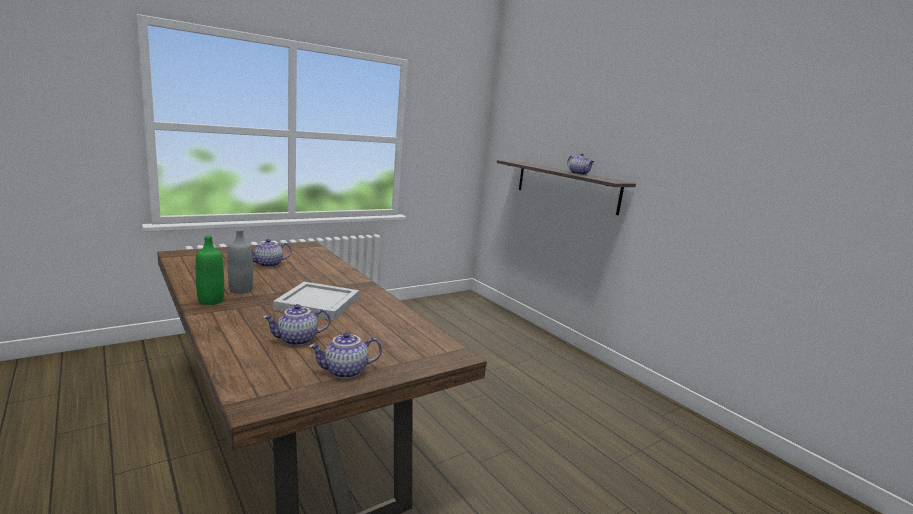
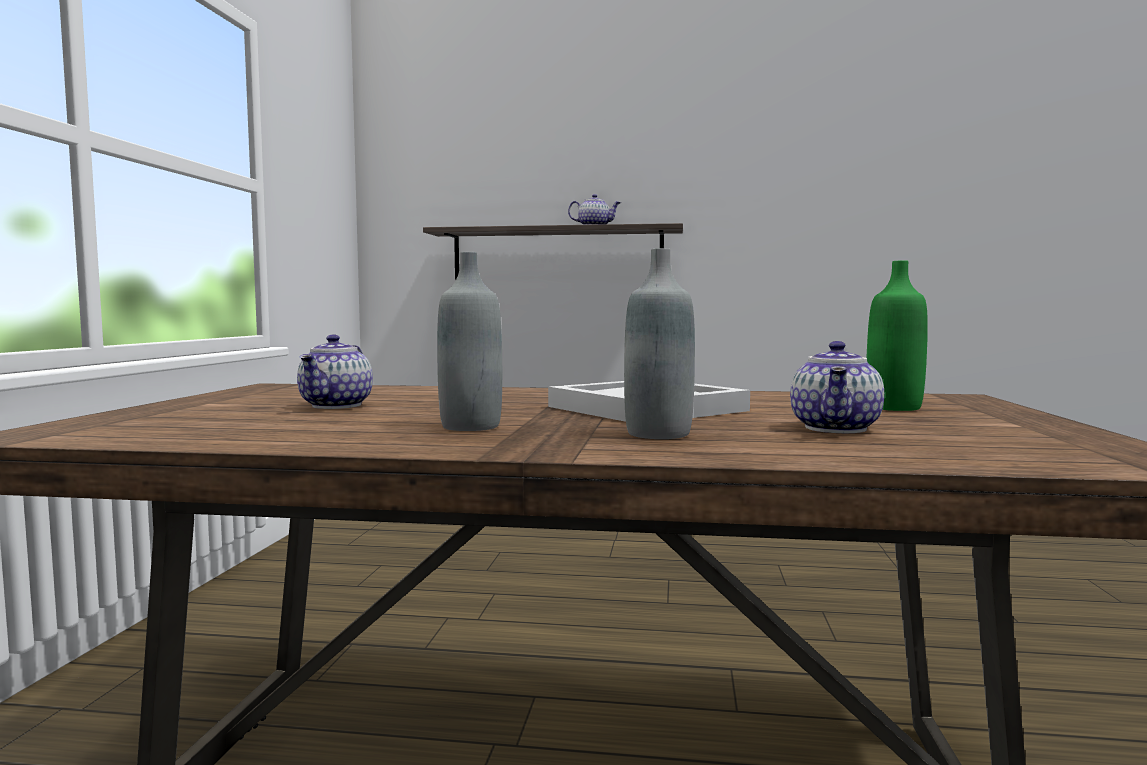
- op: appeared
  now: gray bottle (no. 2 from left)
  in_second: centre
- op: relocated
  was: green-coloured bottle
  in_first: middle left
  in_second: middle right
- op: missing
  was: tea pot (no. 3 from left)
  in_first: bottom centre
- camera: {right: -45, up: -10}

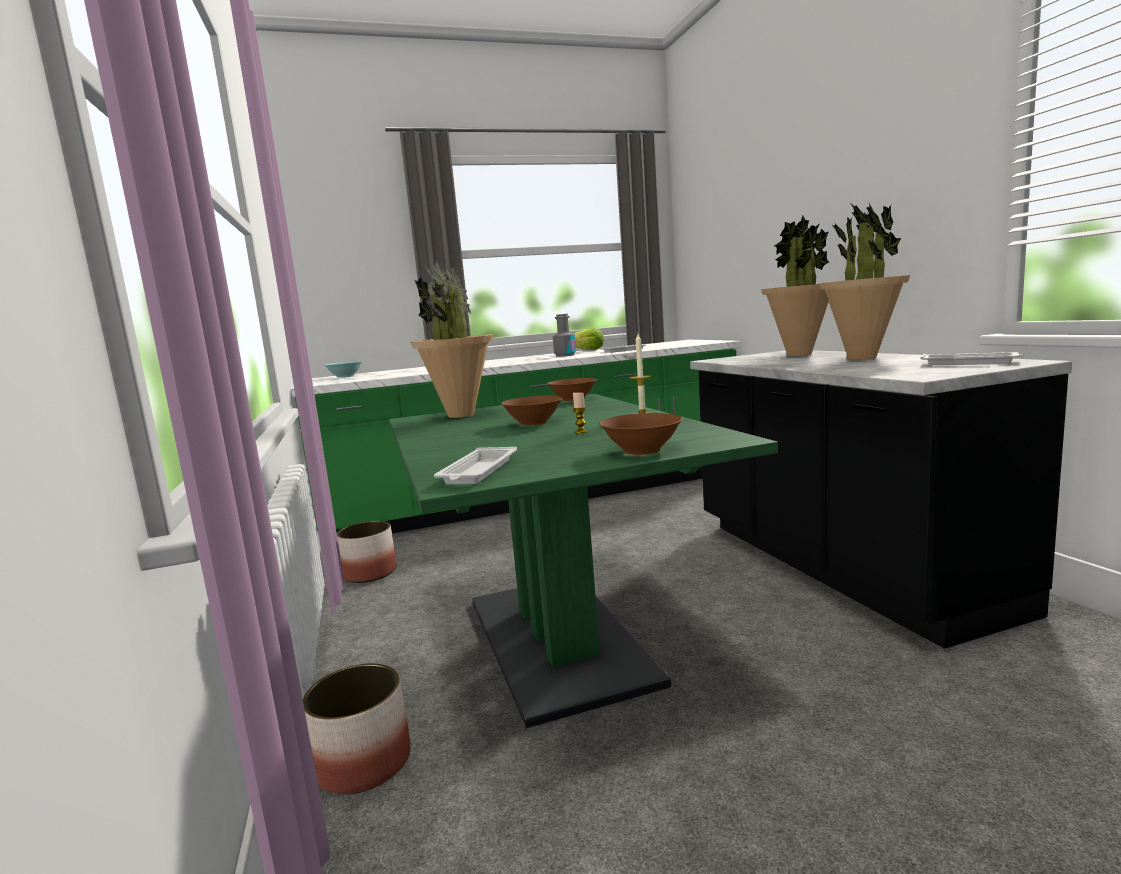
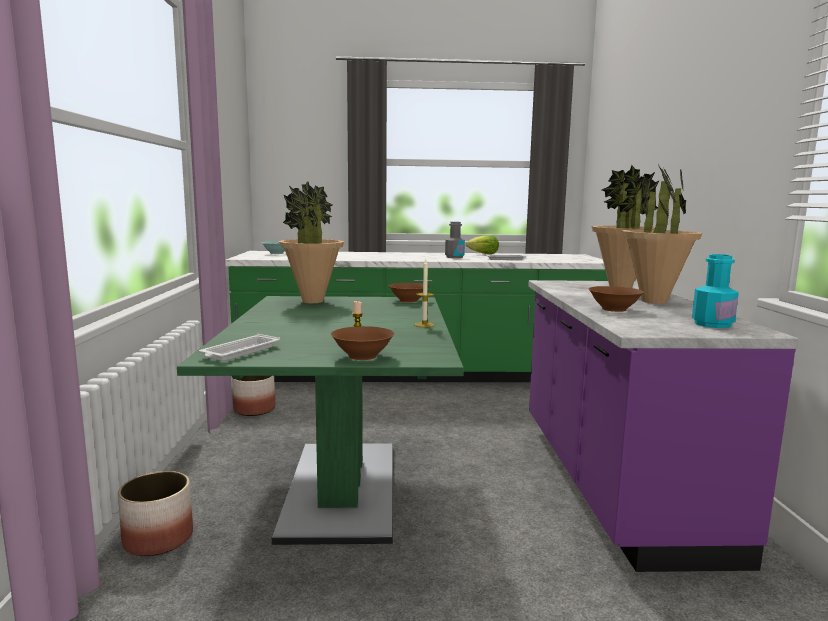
- op: colour
  was: black-coloured kitchen base unit
  now: purple-coloured kitchen base unit
  in_first: middle right
  in_second: bottom right
- op: relocated
  was: brown deep dish (no. 1 from left in the first image)
  now: brown deep dish (no. 3 from left)
  in_first: centre
  in_second: middle right
- op: exchanged
  was: whitish serving tray (no. 3 from left)
  now: turquoise bottle
  in_first: middle right
  in_second: middle right
- camera: {right: 15, up: 0}

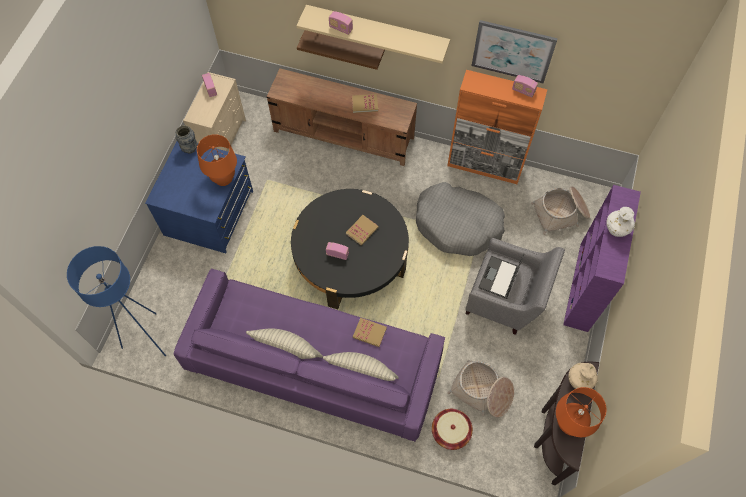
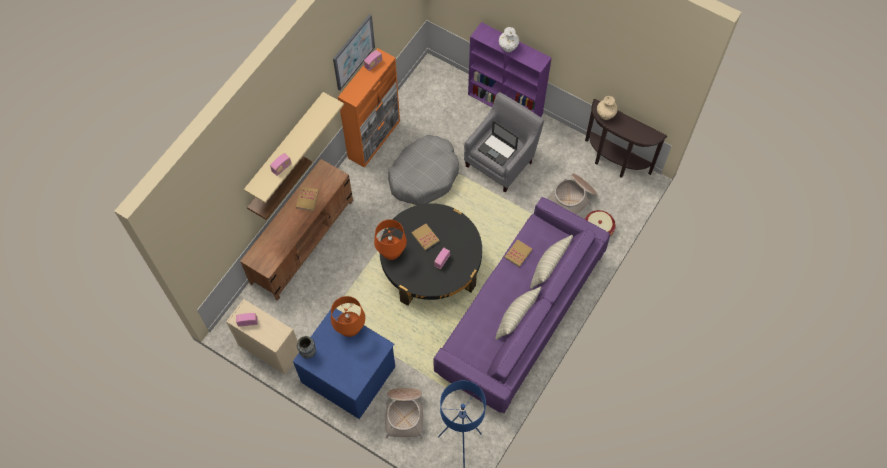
- op: relocated
  was: orange-coloured table lamp (no. 2 from left)
  in_first: bottom right
  in_second: centre
- op: relocated
  was: household basket (no. 3 from left in the first image)
  now: household basket (no. 1 from left)
  in_first: middle right
  in_second: bottom centre
- camera: {right: -75, up: 0}

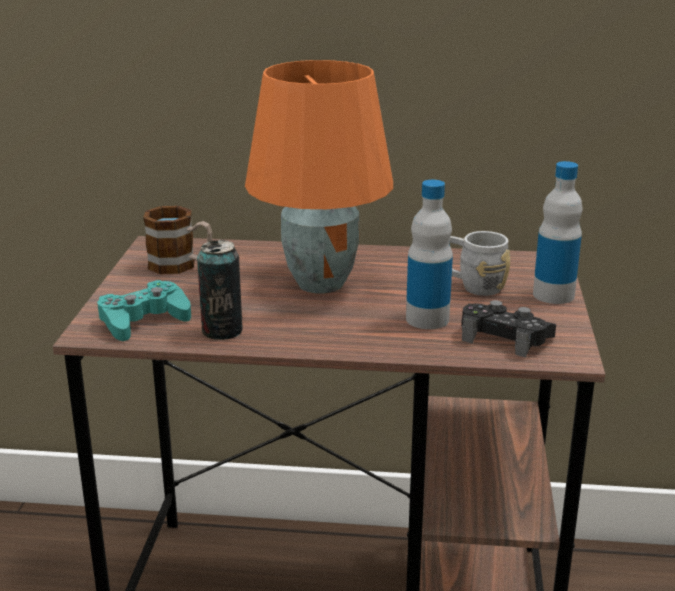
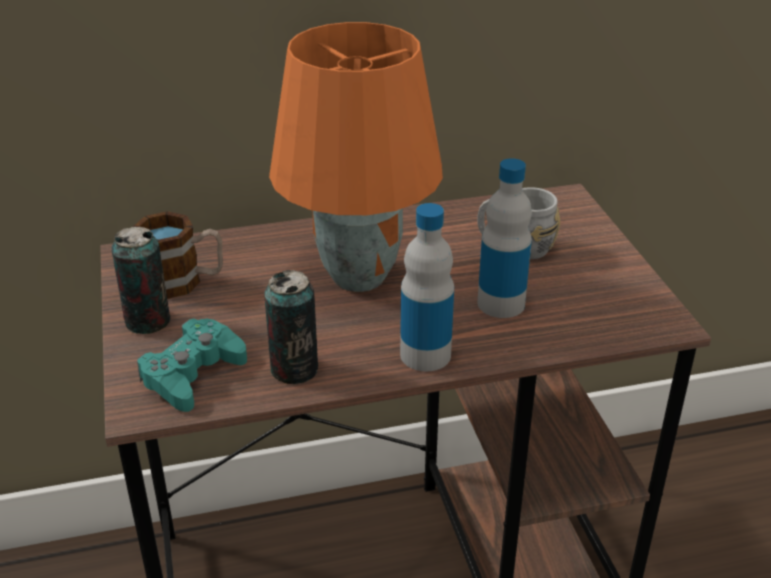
- op: appeared
  now: metal can (no. 1 from left)
  in_second: middle left
- op: relocated
  was: bottle (no. 2 from left in the first image)
  now: bottle (no. 1 from left)
  in_first: middle right
  in_second: centre
- op: missing
  was: black-coloured game controller
  in_first: middle right
- camera: {right: -20, up: 10}

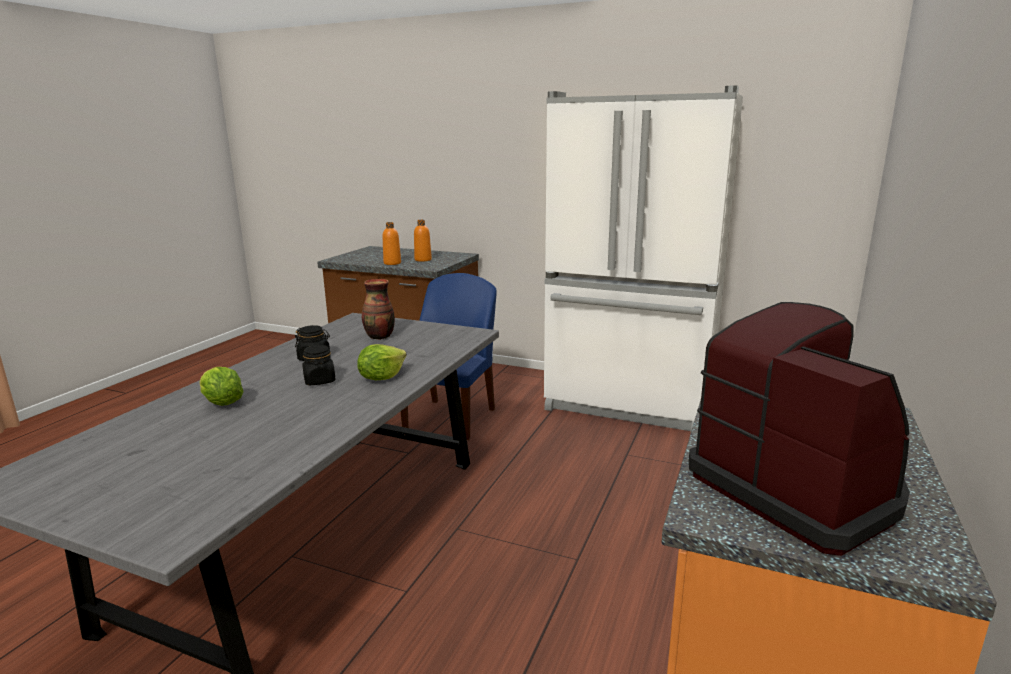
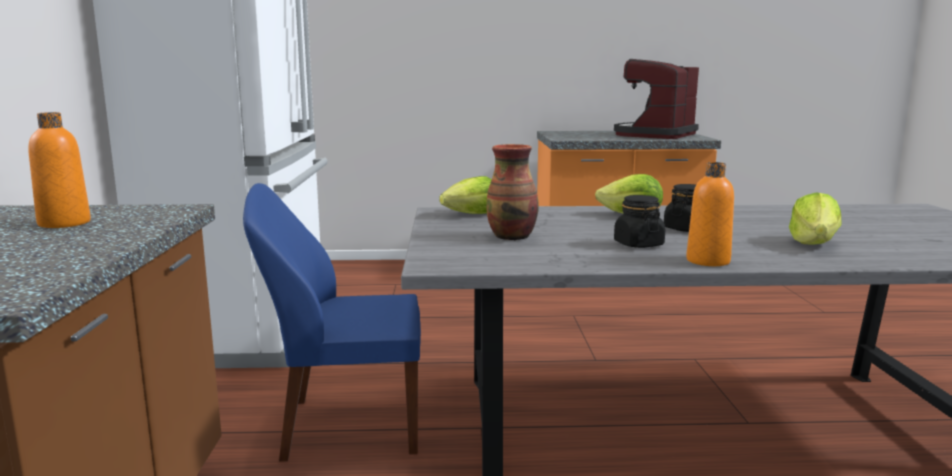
- op: appeared
  now: lettuce (no. 1 from left)
  in_second: centre
- op: relocated
  was: orange-coloured bottle (no. 1 from left in the first image)
  now: orange-coloured bottle (no. 2 from left)
  in_first: centre
  in_second: middle right
- camera: {right: -115, up: -5}

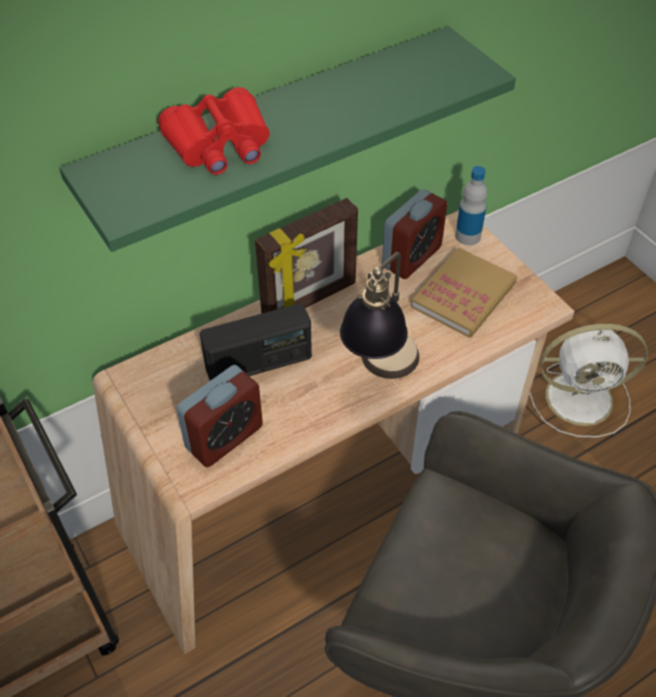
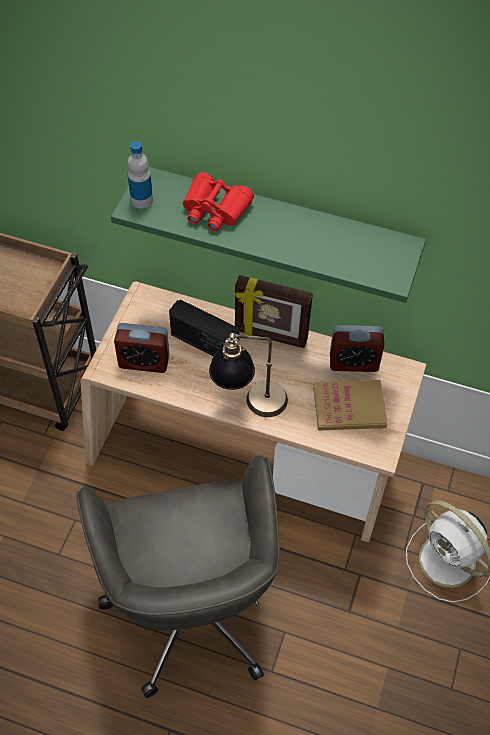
- op: relocated
  was: bottle
  in_first: top right
  in_second: top left
- camera: {right: 50, up: 5}

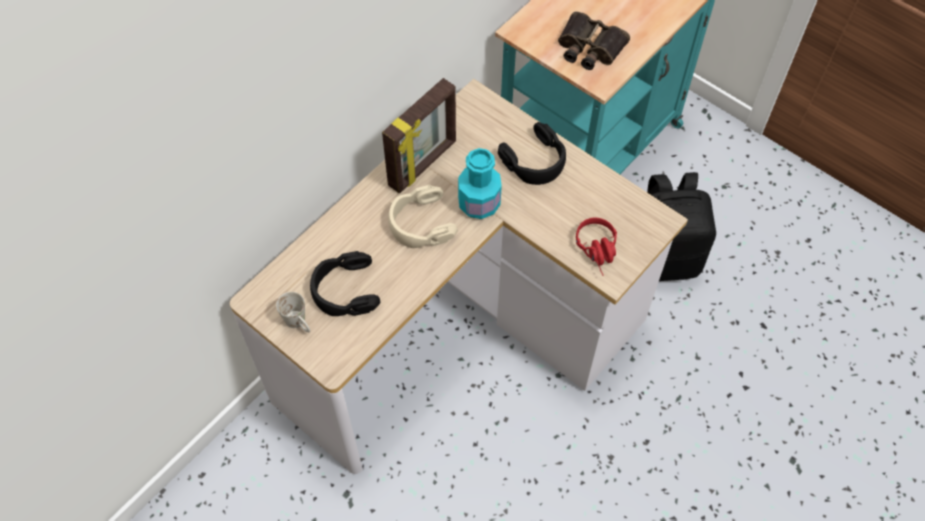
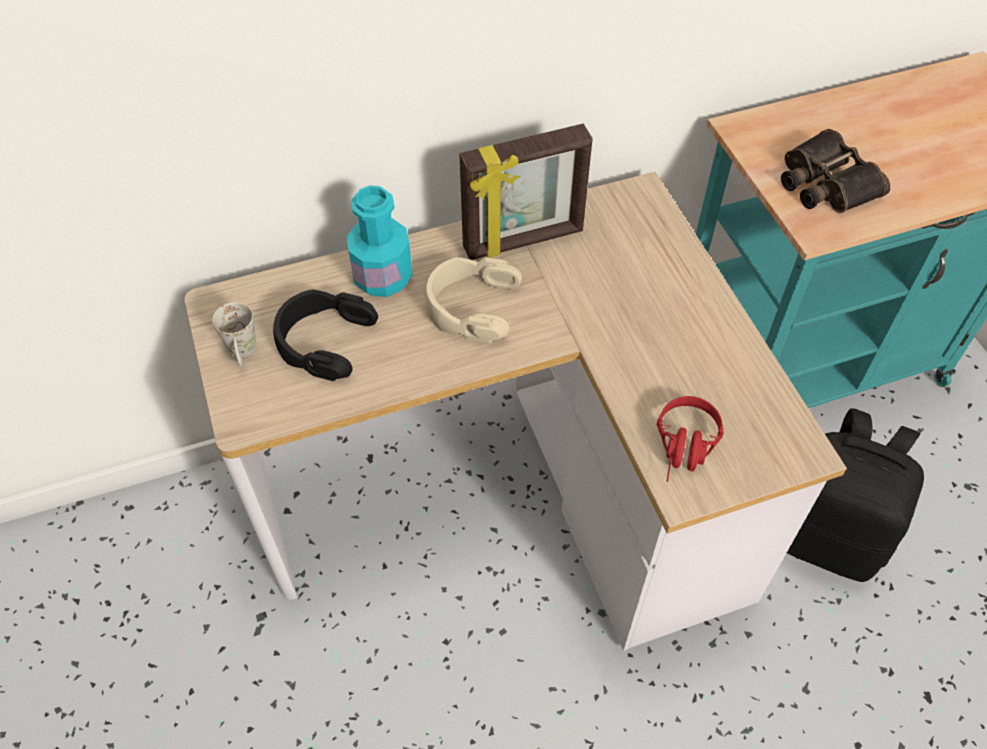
- op: relocated
  was: turquoise bottle
  in_first: centre
  in_second: top centre
- op: missing
  was: black-coloured pair of headphones (no. 2 from left)
  in_first: top centre
- camera: {right: 30, up: -5}

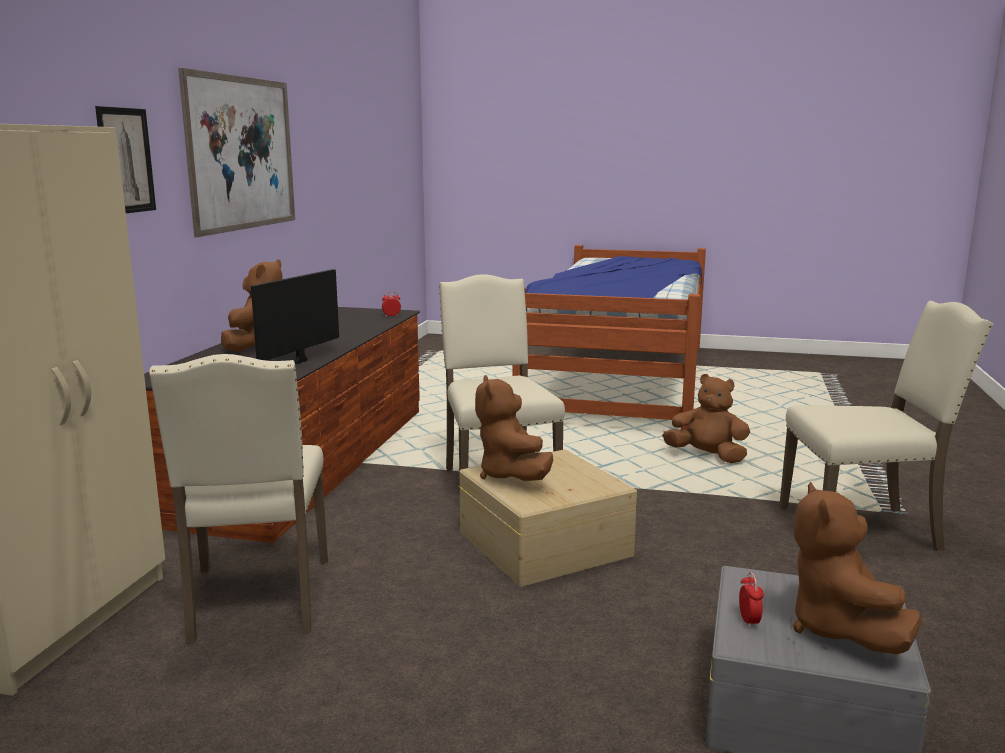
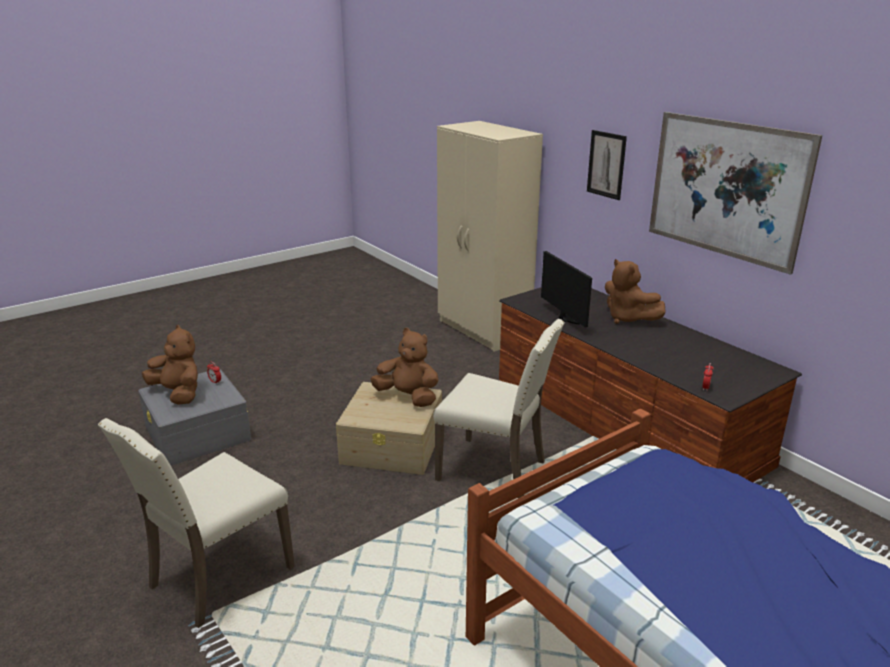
- op: missing
  was: sand-coloured chair (no. 1 from left)
  in_first: middle left
- op: missing
  was: brown cuddly toy (no. 3 from left)
  in_first: middle right
- camera: {right: 130, up: 10}

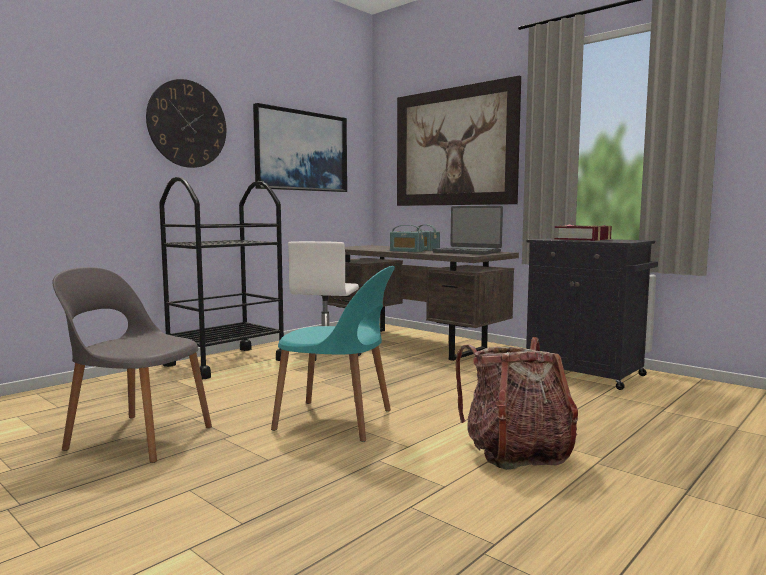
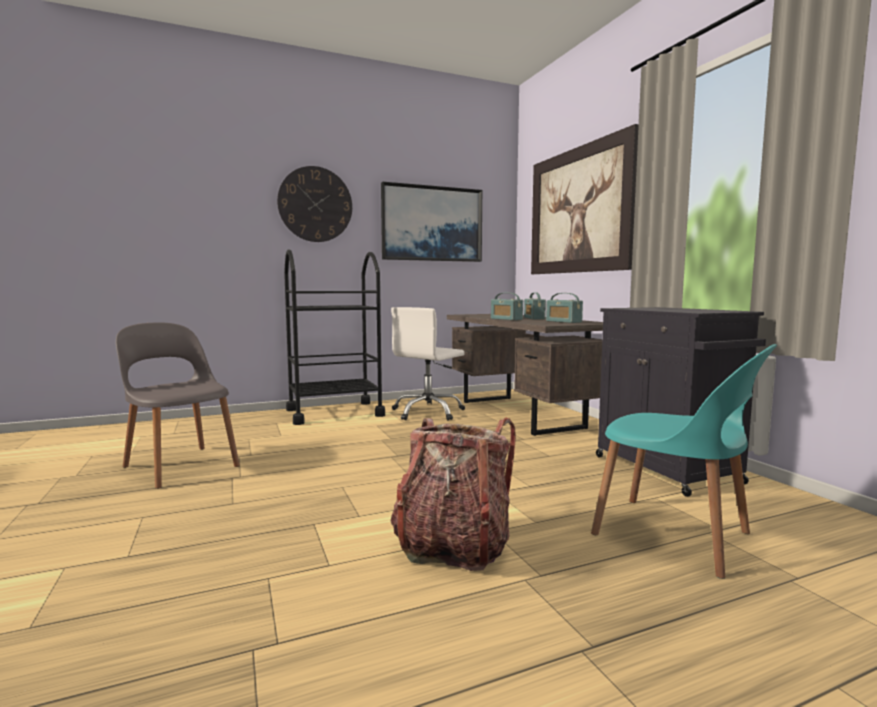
- op: exchanged
  was: laptop
  now: radio (no. 3 from left)
  in_first: centre
  in_second: centre
- op: relocated
  was: turquoise chair
  in_first: centre
  in_second: middle right
- op: missing
  was: bound book
  in_first: middle right
- camera: {right: 25, up: 0}

